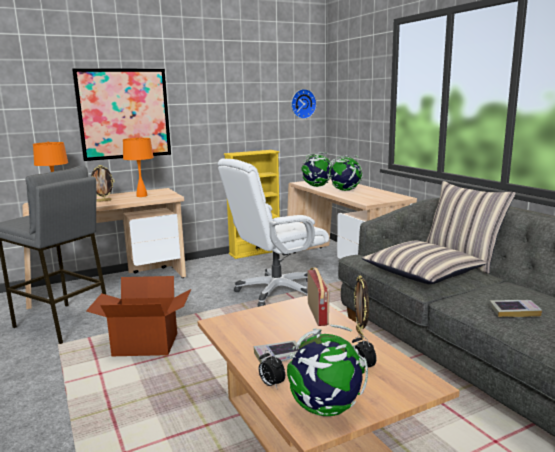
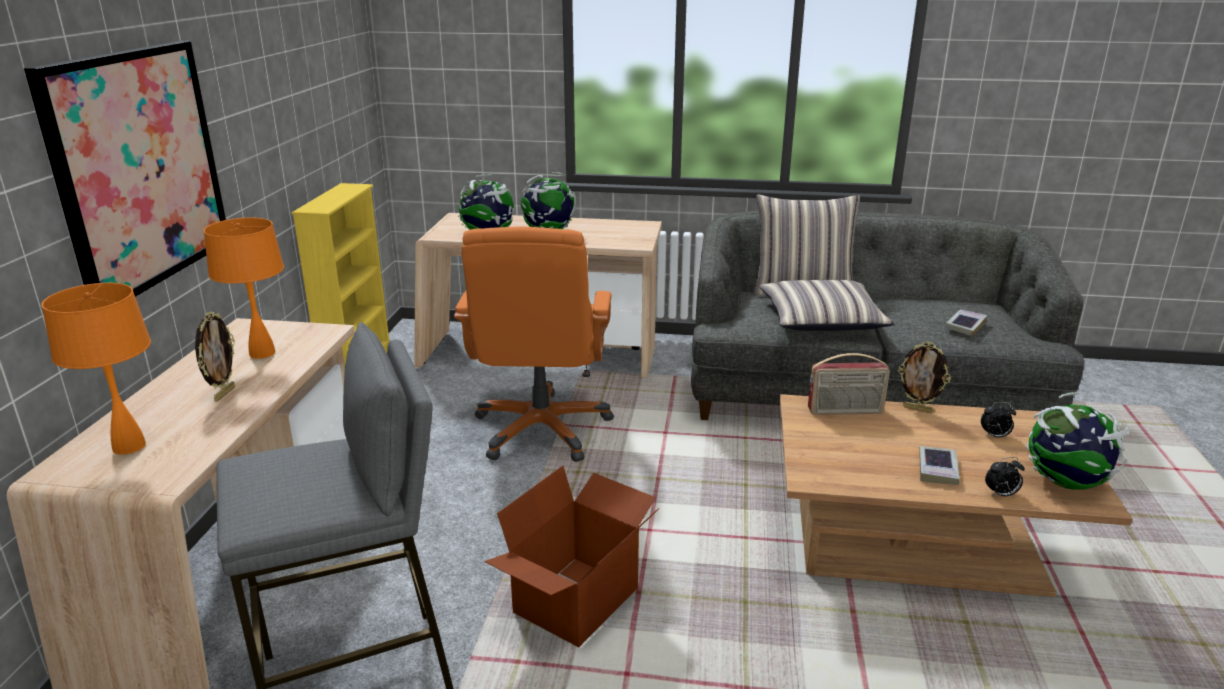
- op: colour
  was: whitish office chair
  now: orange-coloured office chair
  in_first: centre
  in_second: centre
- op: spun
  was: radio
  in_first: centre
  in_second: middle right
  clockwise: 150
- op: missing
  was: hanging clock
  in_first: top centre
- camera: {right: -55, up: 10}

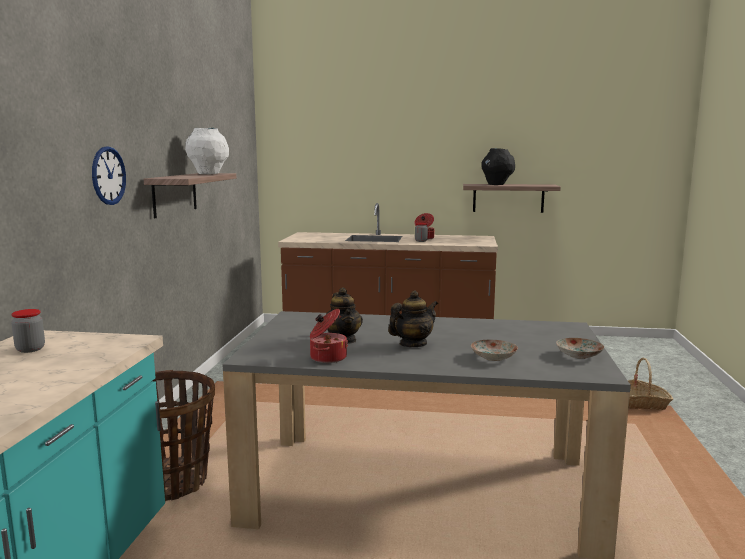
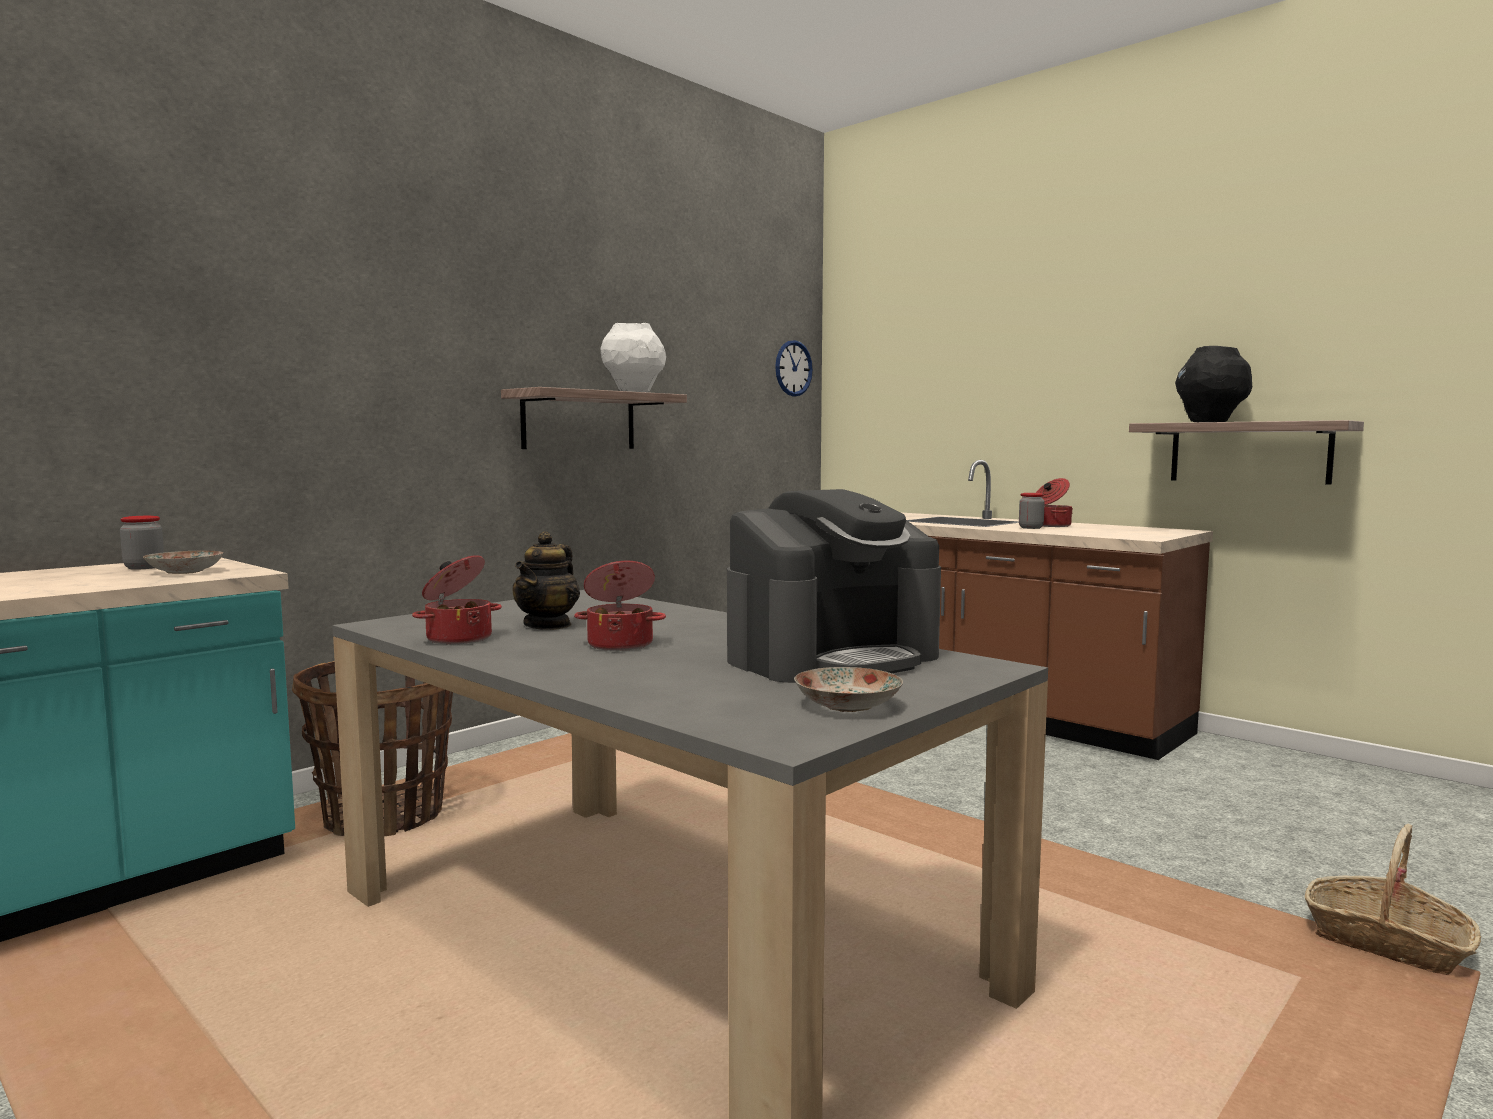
- op: relocated
  was: dinner plate (no. 1 from left)
  in_first: centre
  in_second: middle left
- op: exchanged
  was: tea pot (no. 2 from left)
  now: saucepot (no. 2 from left)
  in_first: centre
  in_second: centre
- op: appeared
  now: coffee brewer
  in_second: centre
- op: relocated
  was: hanging clock
  in_first: top left
  in_second: top centre
- camera: {right: 35, up: -5}

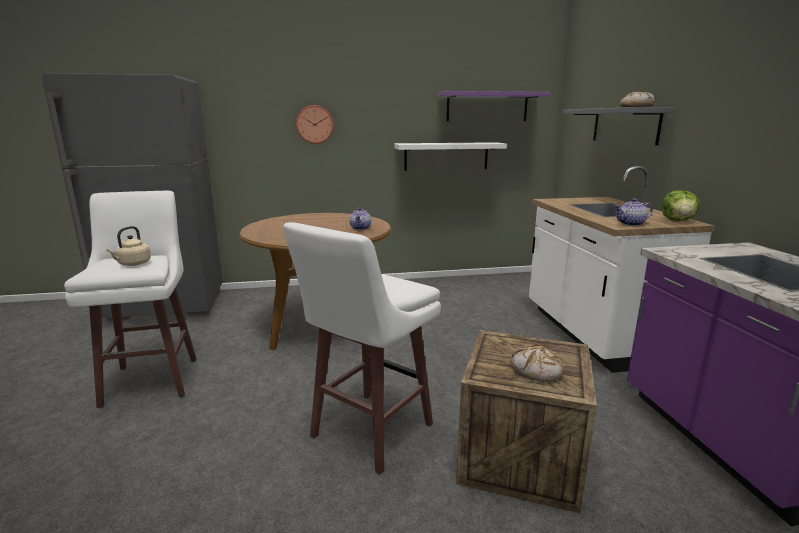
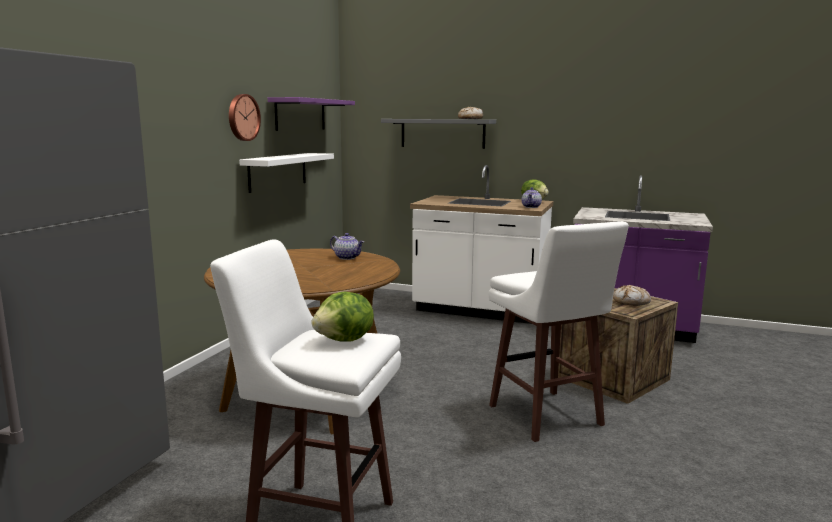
- op: relocated
  was: hanging clock
  in_first: top centre
  in_second: top left
- op: exchanged
  was: sand-coloured water kettle
  now: lettuce (no. 1 from left)
  in_first: middle left
  in_second: centre
- camera: {right: -60, up: -5}

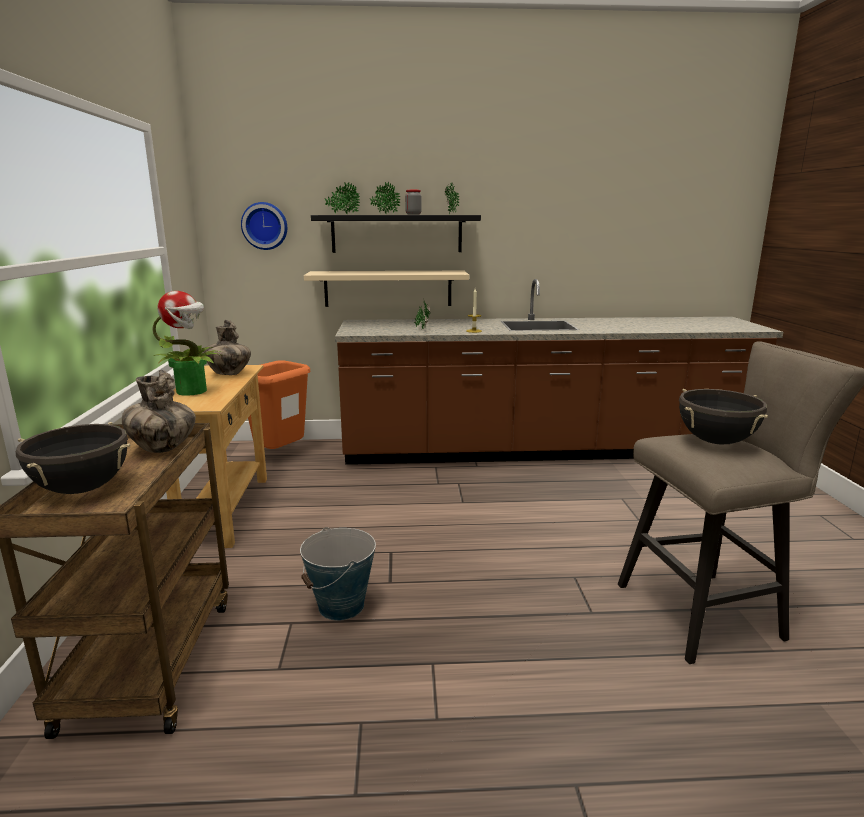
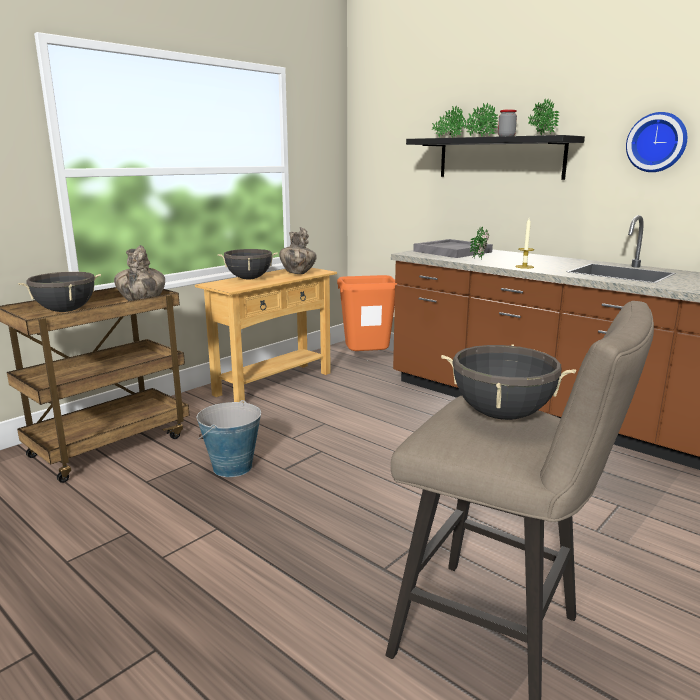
- op: exchanged
  was: potted plant (no. 1 from left)
  now: black-coloured saucepot (no. 2 from left)
  in_first: middle left
  in_second: centre
- op: appeared
  now: gray serving tray
  in_second: centre
- op: relocated
  was: hanging clock
  in_first: top left
  in_second: top right
- op: missing
  was: sand-coloured wall shelf
  in_first: centre
- camera: {right: 45, up: 0}

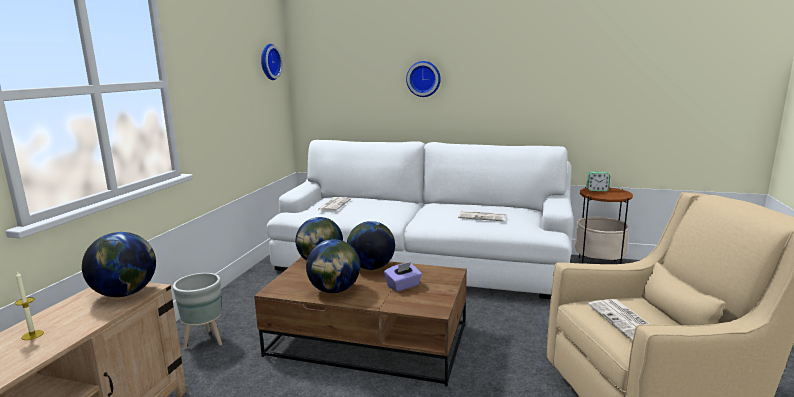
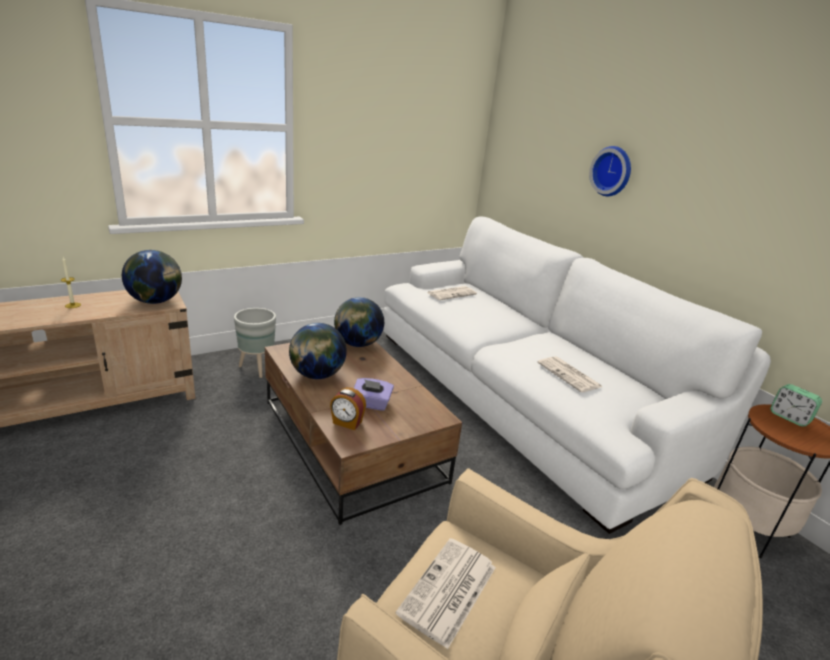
- op: appeared
  now: alarm clock (no. 1 from left)
  in_second: centre
- op: missing
  was: hanging clock (no. 1 from left)
  in_first: top centre
- op: missing
  was: desk globe (no. 4 from left)
  in_first: centre
- camera: {right: 40, up: 10}

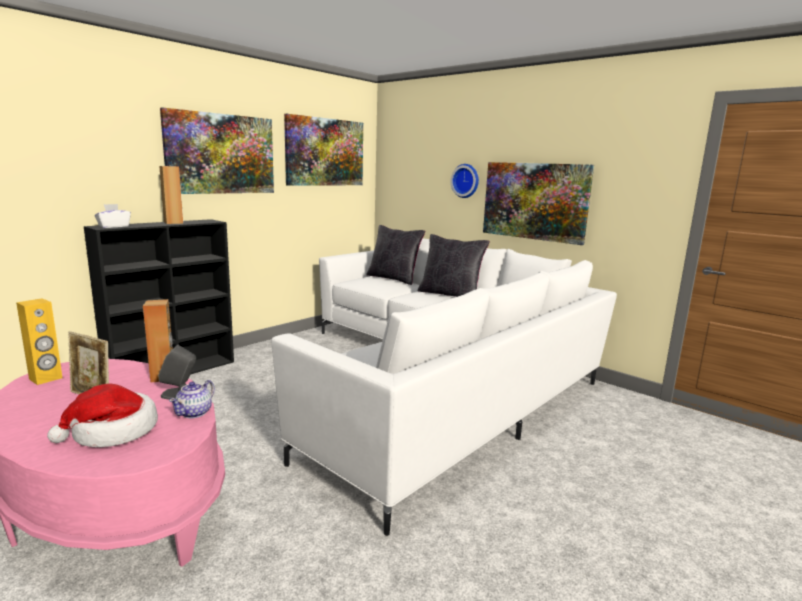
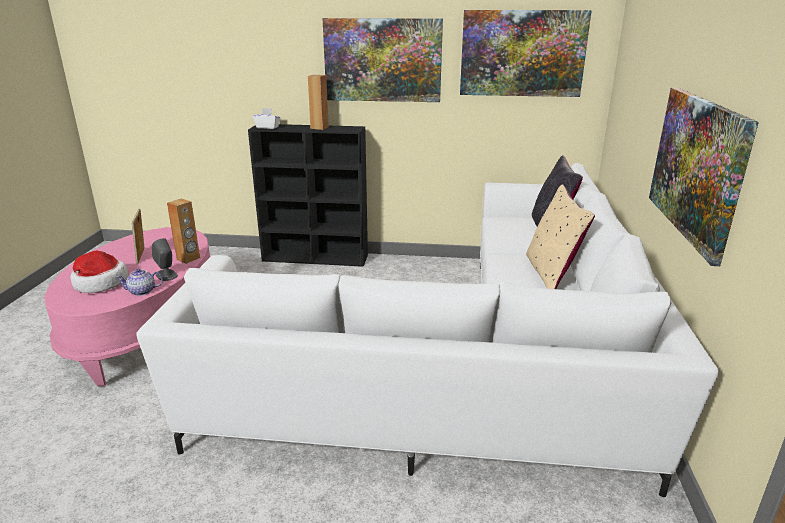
- op: colour
  was: black-coloured pillow (no. 2 from left)
  now: sand-coloured pillow
  in_first: centre
  in_second: middle right
- op: missing
  was: yellow-coloured loudspeaker
  in_first: middle left
- op: missing
  was: hanging clock
  in_first: top centre
- camera: {right: 55, up: 10}

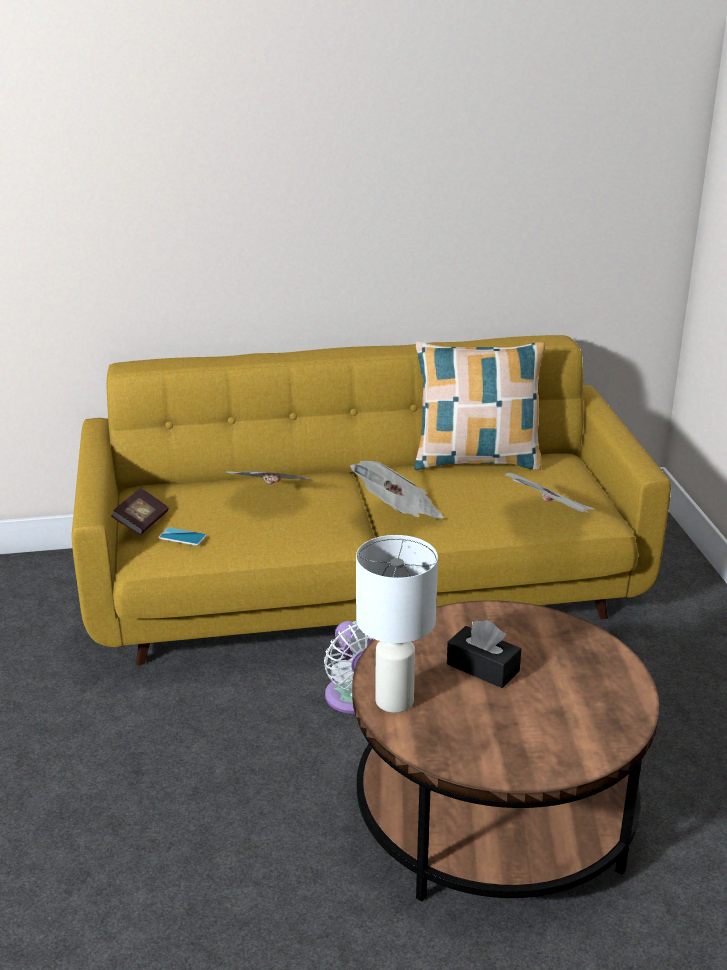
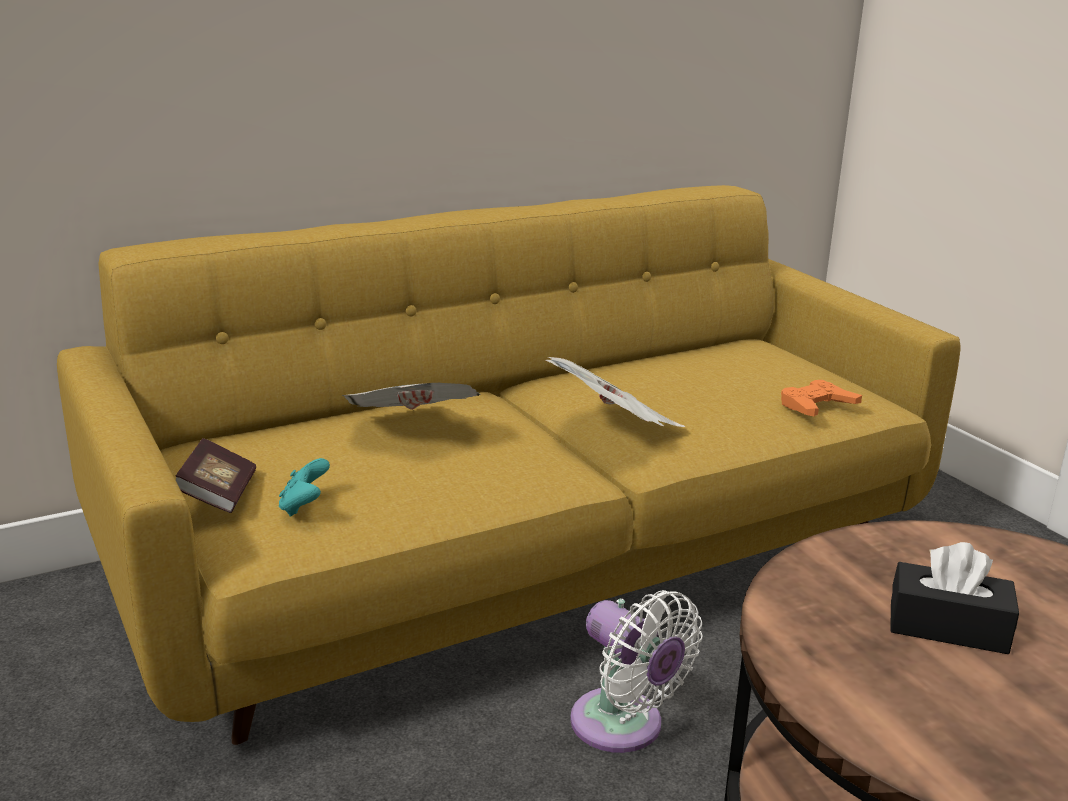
- op: exchanged
  was: telephone
  now: turquoise game controller
  in_first: middle left
  in_second: middle left
- op: exchanged
  was: printed paper (no. 3 from left)
  now: orange-coloured game controller
  in_first: middle right
  in_second: middle right
- op: missing
  was: whitish table lamp
  in_first: centre
- op: missing
  was: pillow
  in_first: centre
- camera: {right: -20, up: -5}

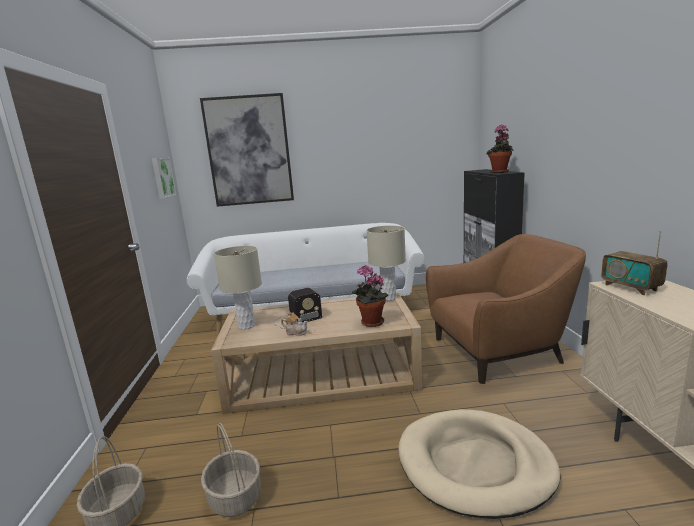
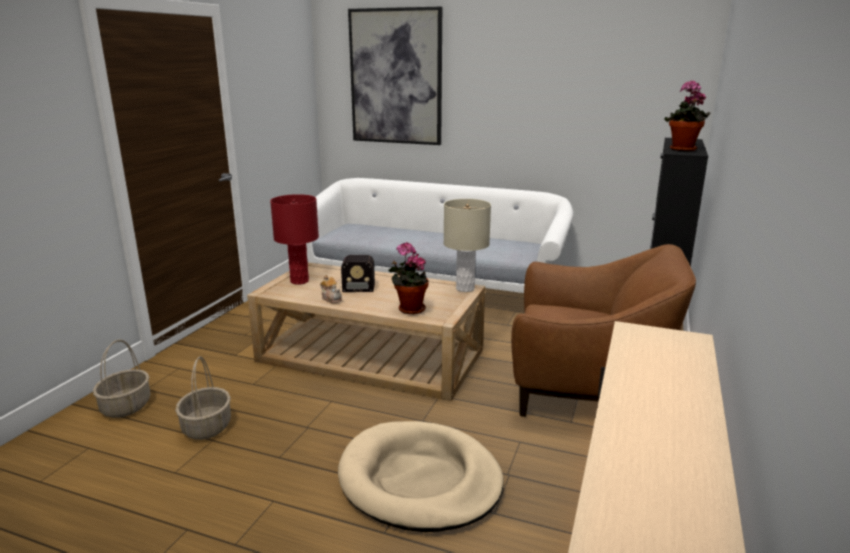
- op: colour
  was: sand-coloured table lamp (no. 1 from left)
  now: reddish table lamp
  in_first: centre
  in_second: centre
- op: missing
  was: picture (no. 1 from left)
  in_first: middle left
- op: missing
  was: radio (no. 2 from left)
  in_first: middle right
- camera: {right: 25, up: 5}

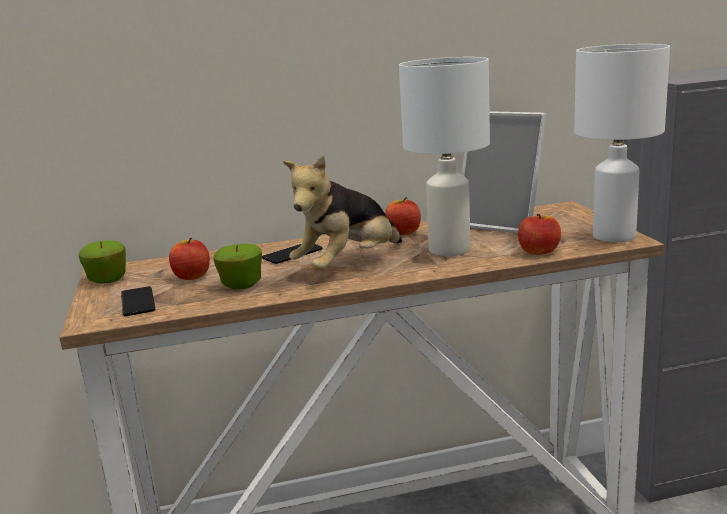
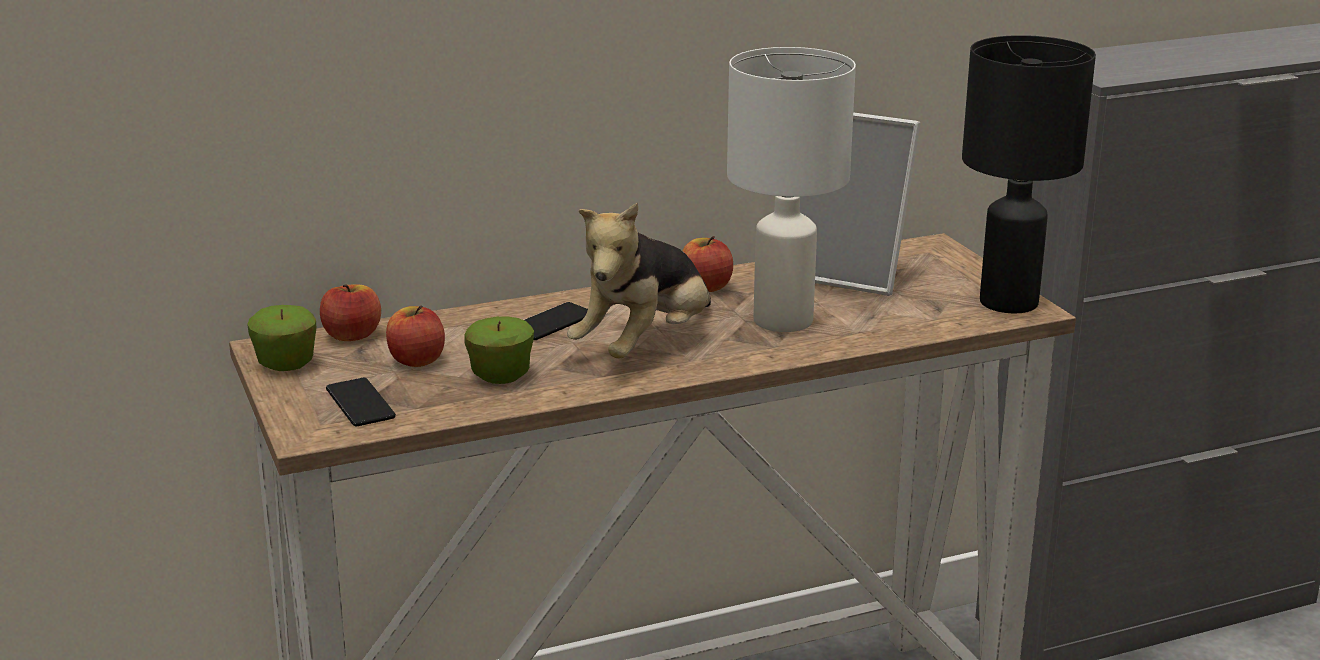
- op: relocated
  was: apple fruit (no. 5 from left in the first image)
  now: apple fruit (no. 2 from left)
  in_first: middle right
  in_second: middle left
- op: colour
  was: whitish table lamp (no. 2 from left)
  now: black-coloured table lamp
  in_first: top right
  in_second: top right
- camera: {right: -10, up: 5}

